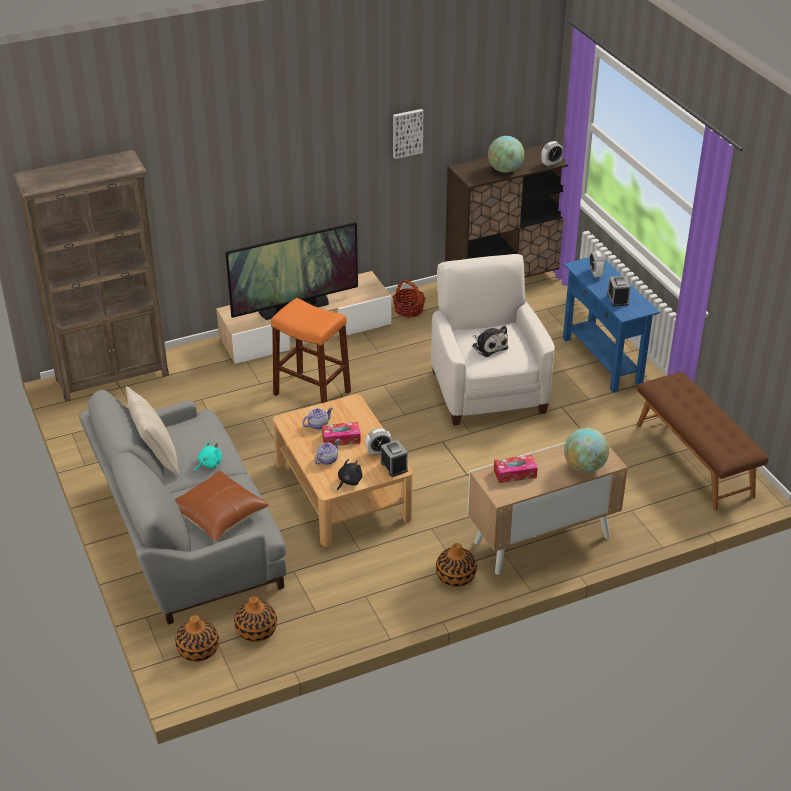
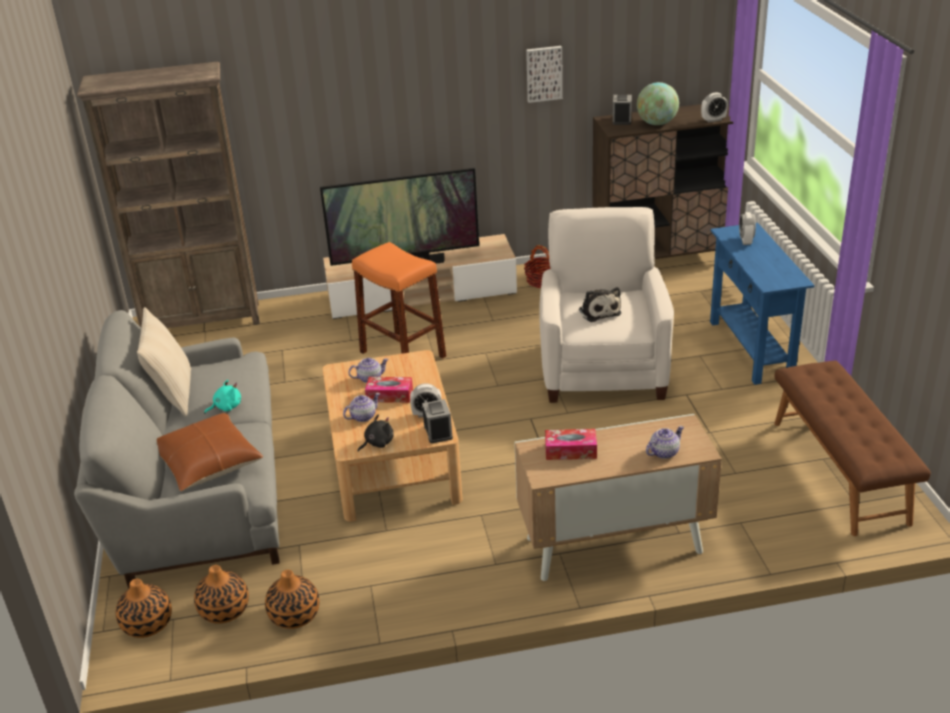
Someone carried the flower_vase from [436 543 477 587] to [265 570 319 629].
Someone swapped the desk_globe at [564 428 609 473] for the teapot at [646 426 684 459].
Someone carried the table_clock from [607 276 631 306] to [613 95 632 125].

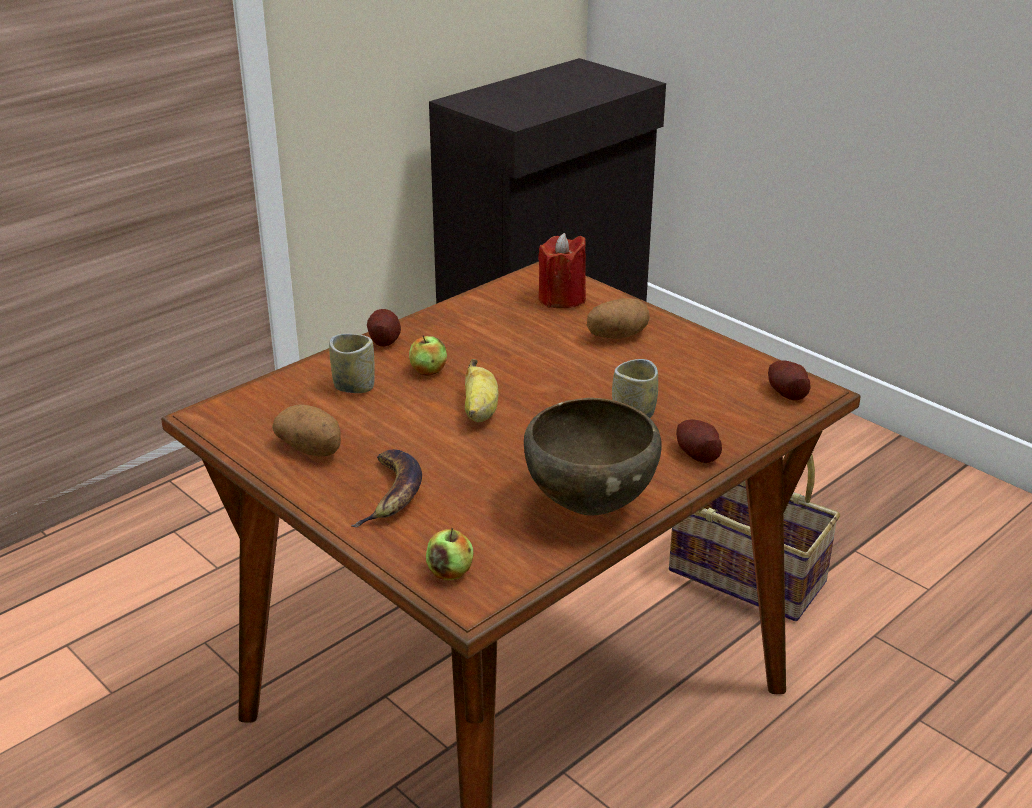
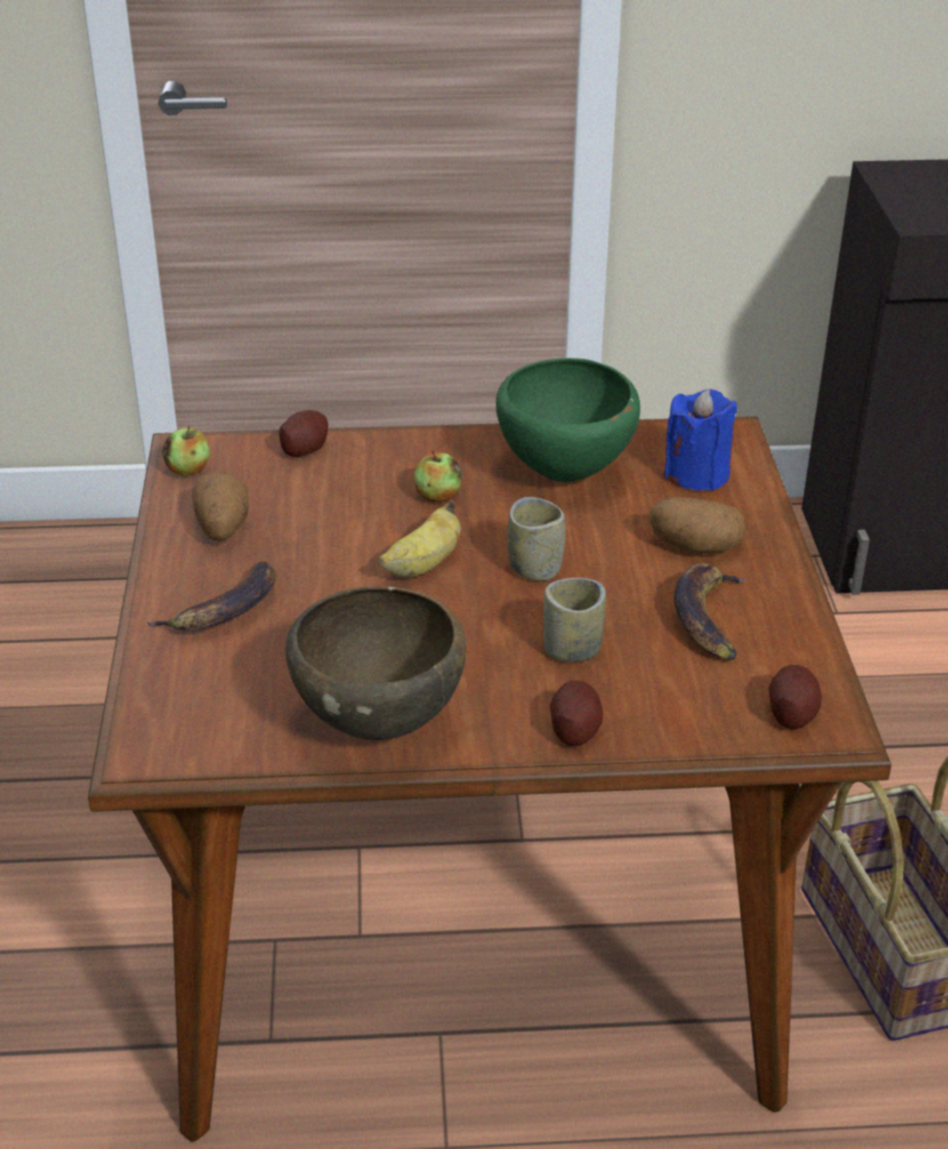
Someone carried the cup from [329 334 375 393] to [507 497 566 582].
Someone carried the potato from [367 309 401 347] to [279 410 328 457].
Someone carried the apple_fruit from [426 528 474 580] to [162 426 210 477].
Someone repainted the reddish_wax_candle at [538 233 586 308], which became the blue_wax_candle at [663 389 737 491].
Someone put down the greenish_serving_bowl at [496 358 640 482].
Someone put down the whole_banana at [674 563 747 661].

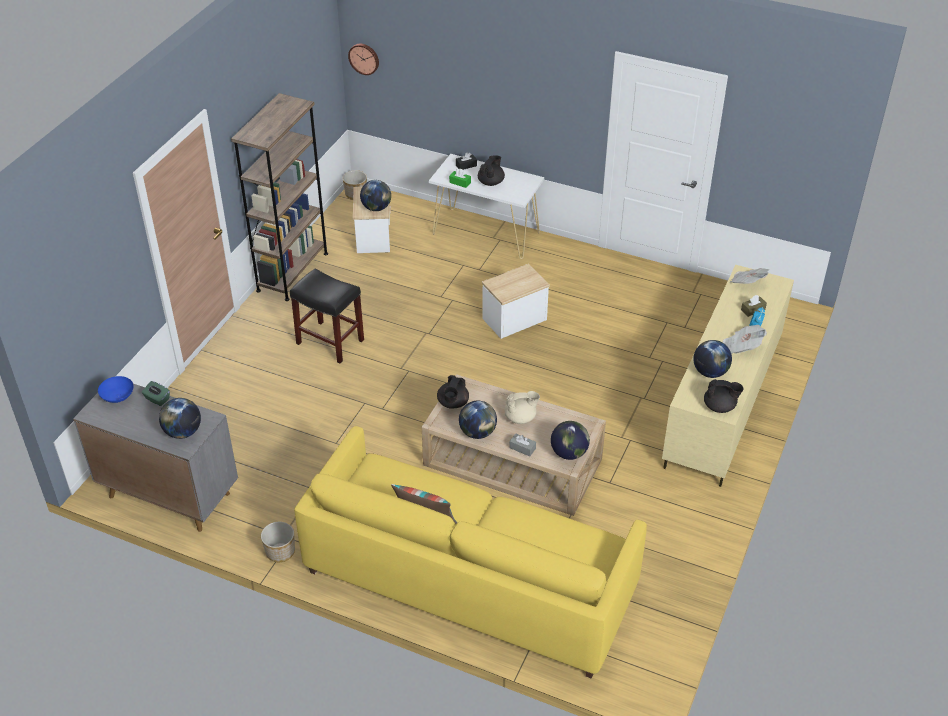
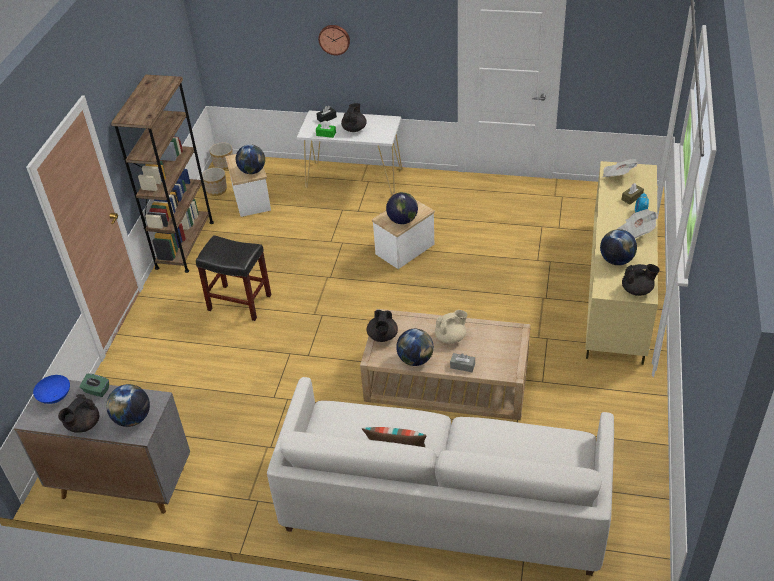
Someone carried the plant_pot from [261 522 295 562] to [202 167 227 196].
Someone repainted the yellow-coloured_sofa at [294 426 647 679], which became the whitish_sofa at [267 377 614 576].
Someone carried the wall_clock from [348 44 379 75] to [318 25 350 55].
Someone carried the desk_globe from [551 421 590 460] to [386 192 418 224].
Someone put down the black-coloured_teapot at [58 394 99 433].

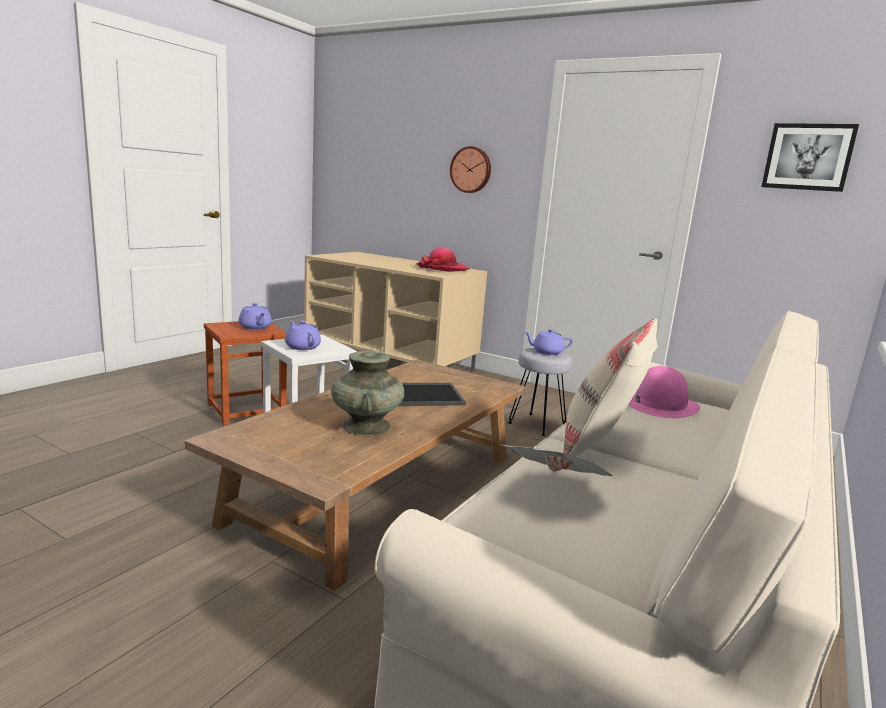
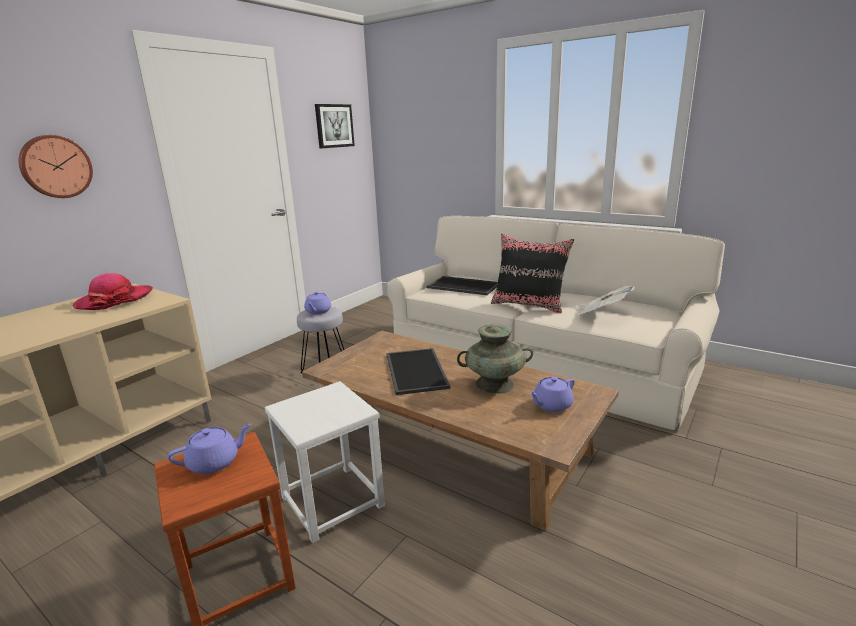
Someone carried the purple-coloured_teapot from [285 320 321 350] to [529 377 575 412].
Someone repainted the sand-coloured_pillow at [563 318 658 457], which became the black-coloured_pillow at [491 234 574 313].
Someone swapped the pinkish_hat at [628 366 700 418] for the tray at [427 276 498 295].

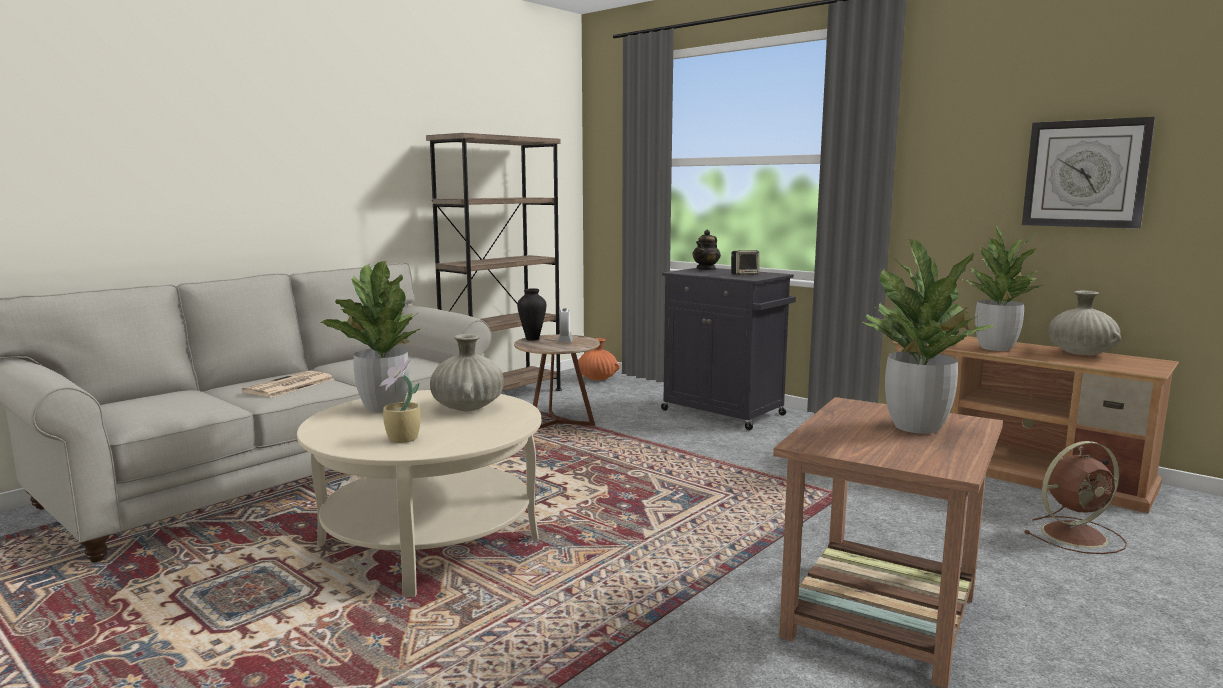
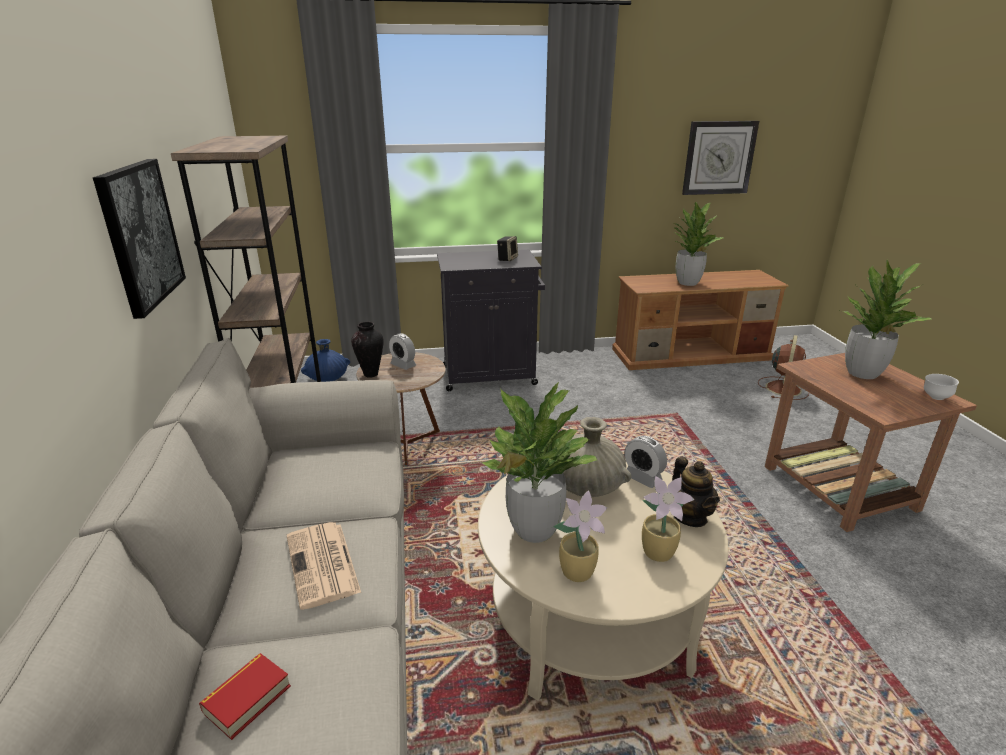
Someone repainted the orange-coloured_flower_vase at [578 338 620 380], which became the blue_flower_vase at [301 339 350 382].
Someone carried the teapot from [693 230 721 270] to [672 457 720 527].
Someone took away the sand-coloured_flower_vase at [1048 291 1121 355].
Someone put up the wall_art at [93 159 186 319].
Someone put down the volume at [199 653 291 740].
Someone put down the plant_in_a_pot at [553 490 607 582].
Someone put down the table_clock at [625 436 667 488].
Someone put down the whitish_serving_bowl at [924 374 959 400].

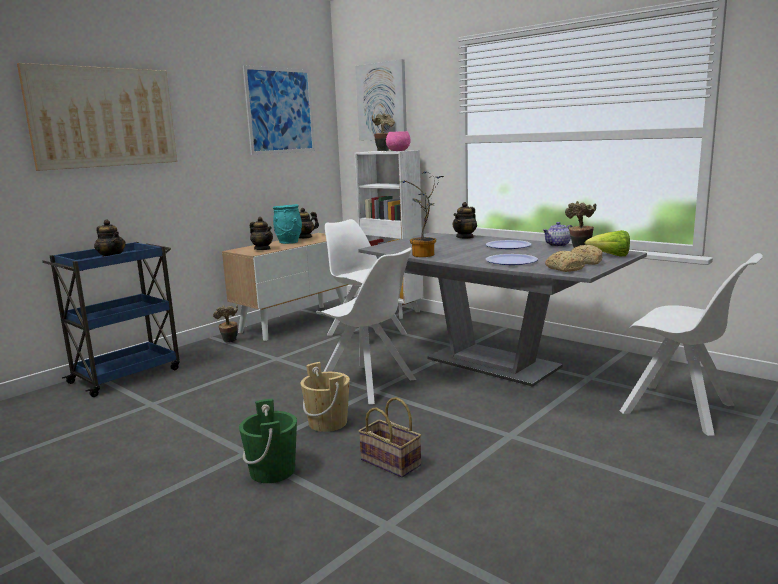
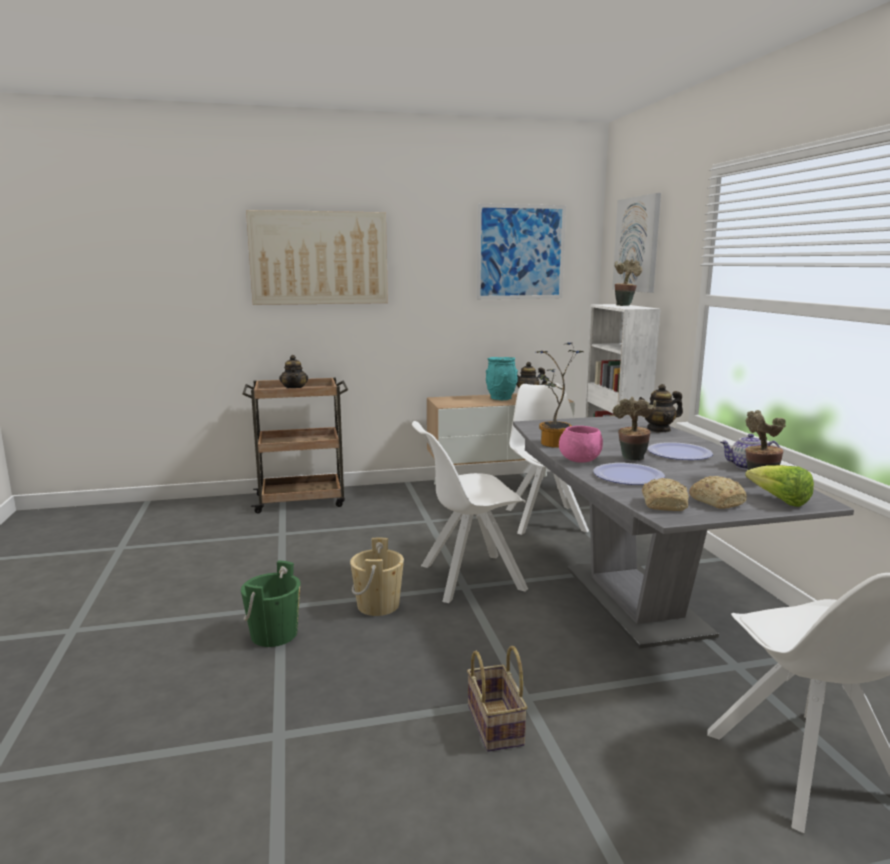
Someone repainted the blue_trolley at [42 242 180 397], which became the brownish_trolley at [242 377 348 513].
Someone carried the plant_in_a_pot from [213 305 238 342] to [613 397 656 461].
Someone took away the teapot at [250 217 273 250].
Someone rotated the whitish_plain_chair at [316 248 416 404] by 90 degrees clockwise.
Someone carried the household_basket from [358 397 421 478] to [467 646 528 752].
Someone carried the pinkish_serving_bowl from [386 131 411 151] to [559 426 603 463].

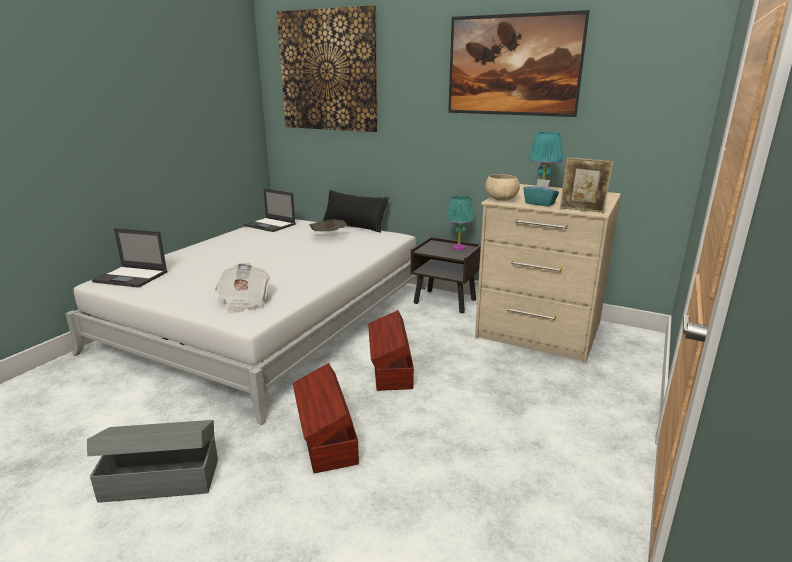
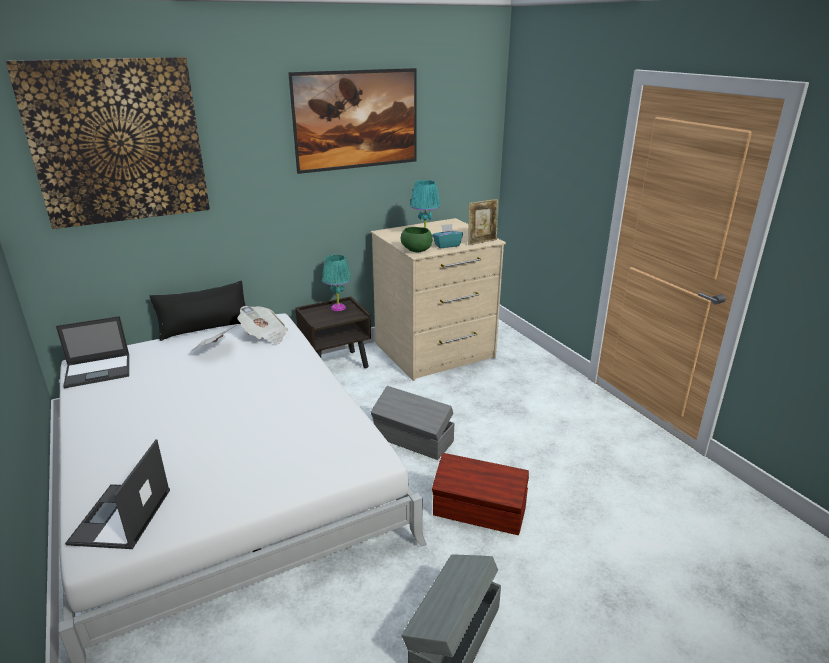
Someone rotated the portable_computer at [92 228 168 288] by 135 degrees clockwise.
Someone carried the printed_paper from [215 263 270 313] to [237 306 288 344].
Someone repainted the brownish_storage_container at [368 310 414 391], which became the gray_storage_container at [371 386 455 460].
Someone repainted the sand-coloured_serving_bowl at [485 174 520 201], which became the greenish_serving_bowl at [401 227 432 253].

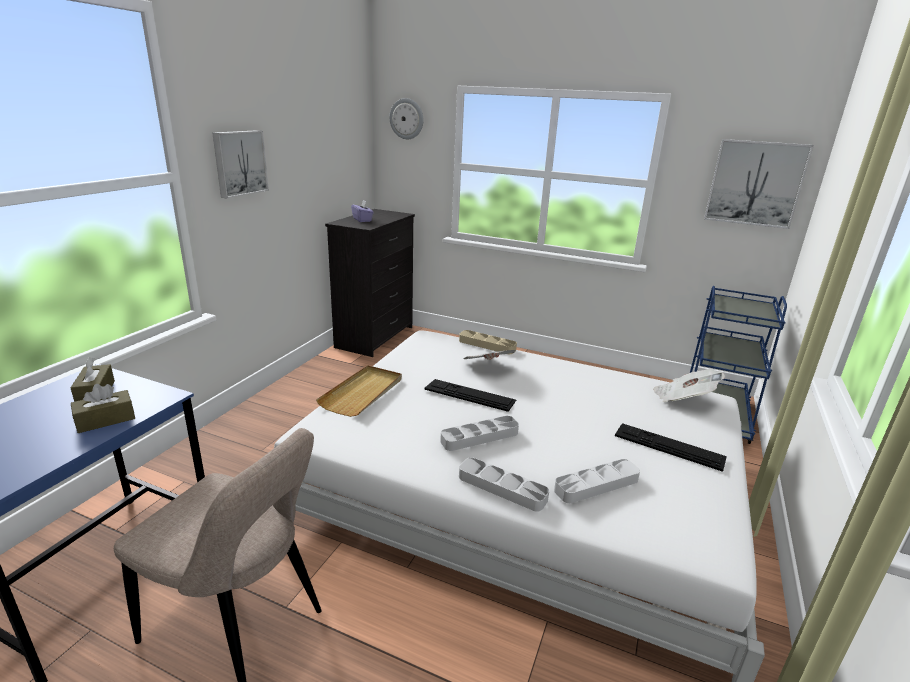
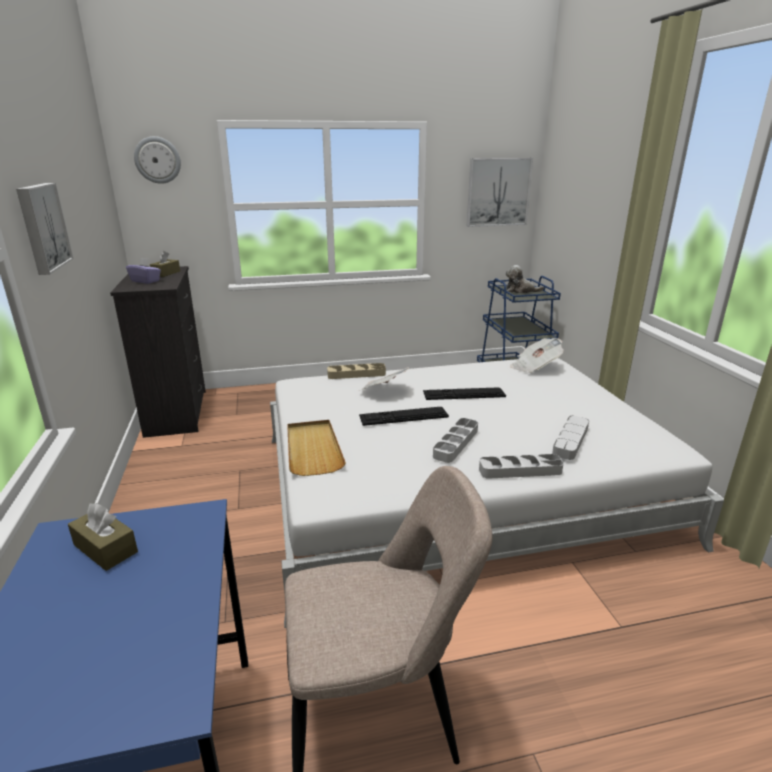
Someone carried the brownish_box_of_tissues from [71 384 135 433] to [150 251 180 277].
Someone carried the keyboard from [615 423 727 472] to [423 387 506 400].
Someone put down the plush_toy at [506 265 544 293].

